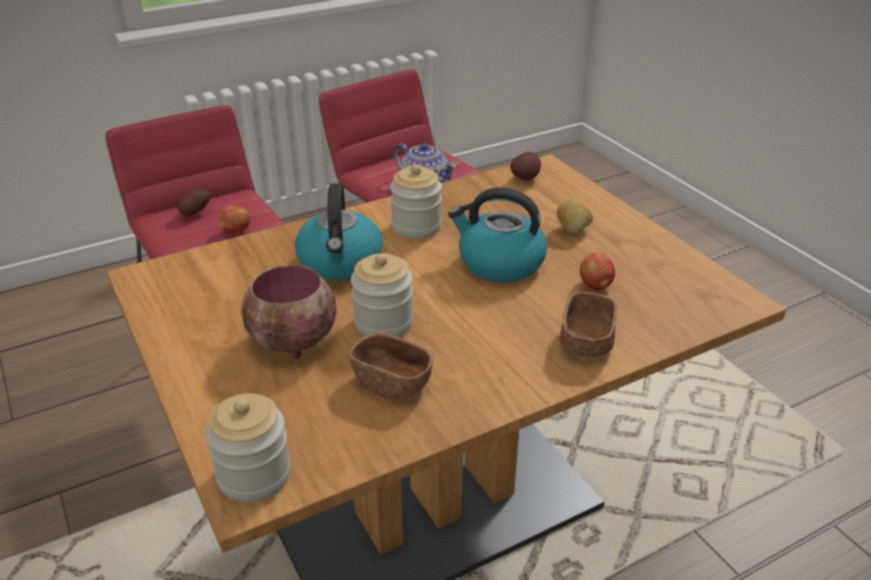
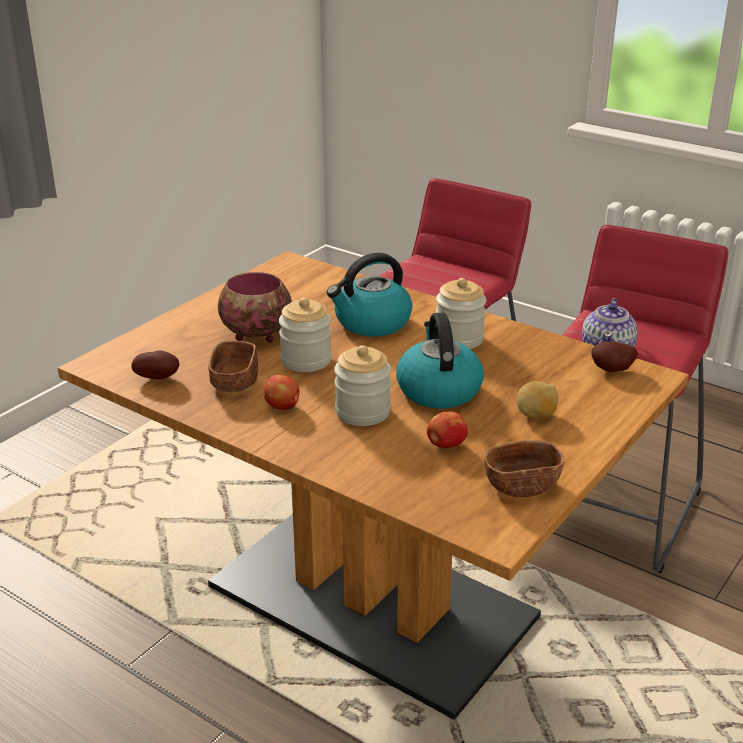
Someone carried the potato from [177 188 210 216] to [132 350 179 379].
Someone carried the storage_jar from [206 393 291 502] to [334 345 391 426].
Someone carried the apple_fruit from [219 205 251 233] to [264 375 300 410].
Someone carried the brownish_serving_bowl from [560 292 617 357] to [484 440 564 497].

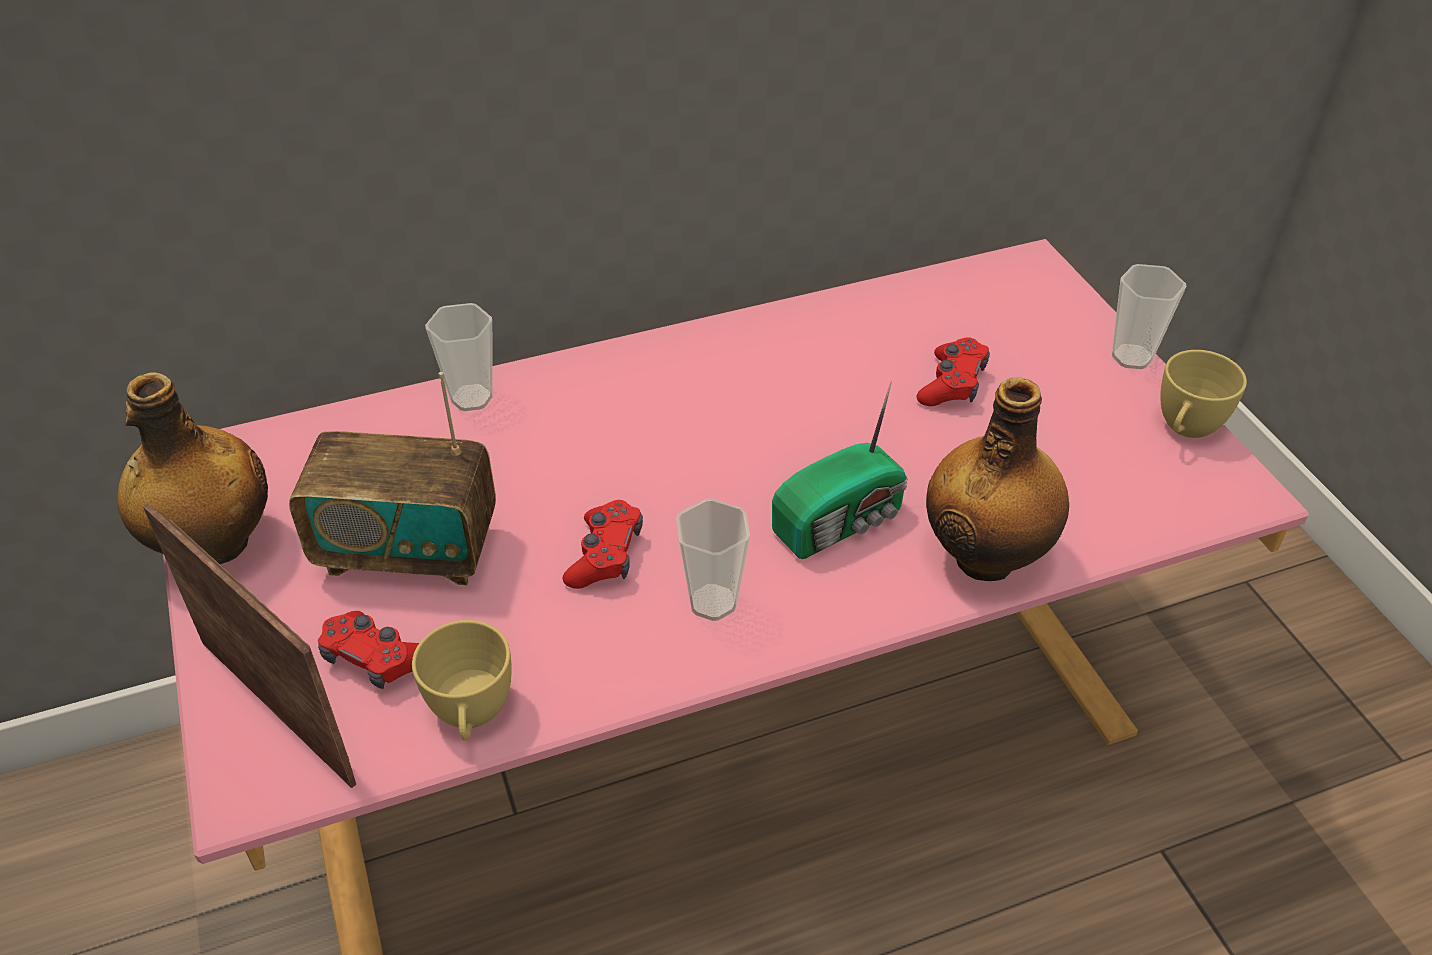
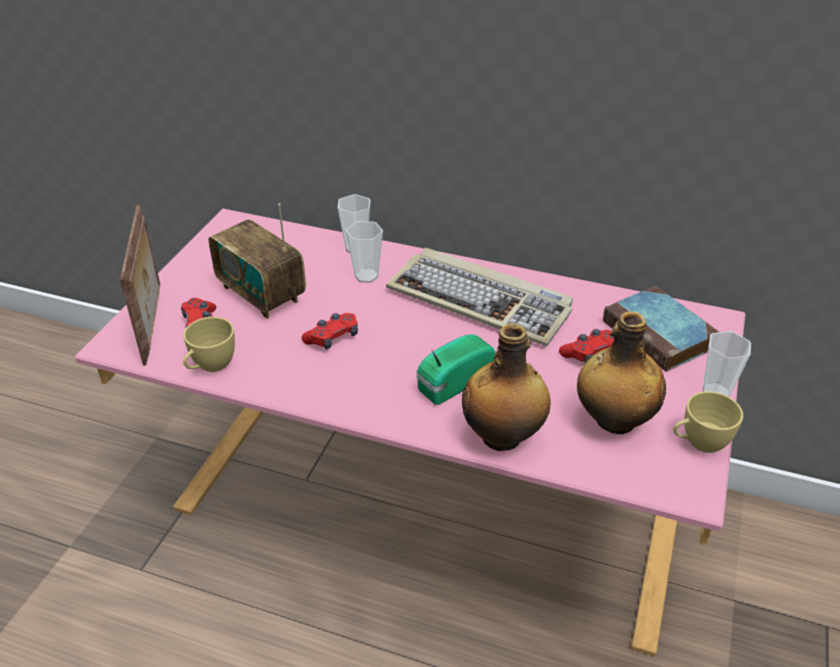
Someone carried the bottle from [117 372 268 564] to [577 311 666 434].
Someone carried the cup from [676 498 750 621] to [346 221 383 283].
Someone rotated the radio_set at [772 382 908 559] by 135 degrees clockwise.
Someone put down the keyboard at [386 248 573 346].
Someone put down the volume at [603 286 719 372].

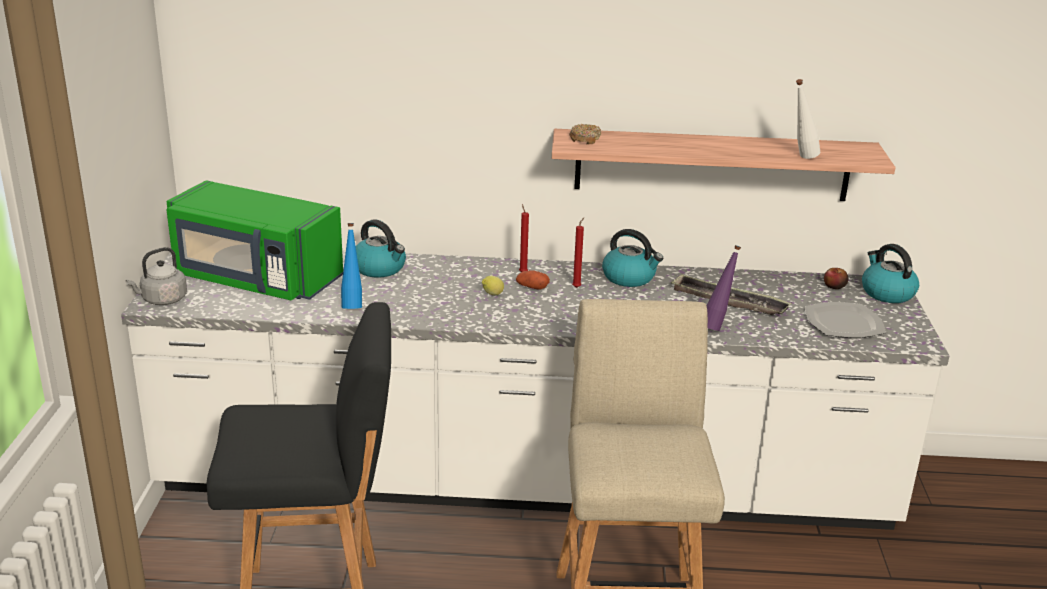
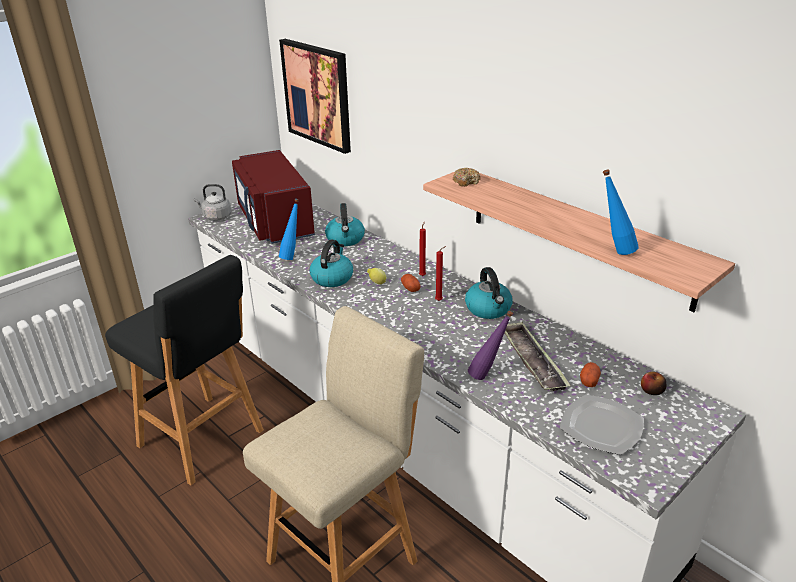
Someone repainted the greenish_microwave at [166 180 343 301], which became the reddish_microwave at [232 150 315 244].
Someone repainted the whitish_bottle at [796 79 820 159], which became the blue_bottle at [603 170 639 255].
Someone carried the tea_kettle from [862 244 919 303] to [310 240 353 287].
Someone put up the wall_art at [279 39 351 154].
Someone put down the potato at [580 362 601 387].

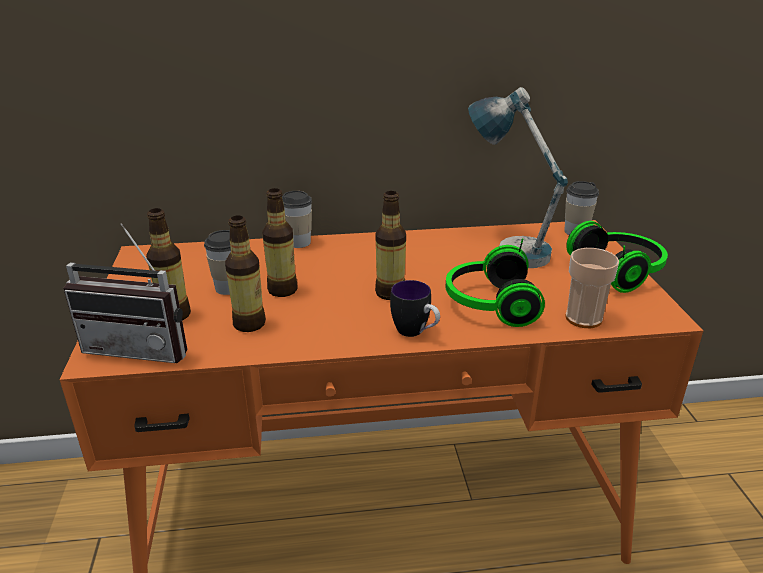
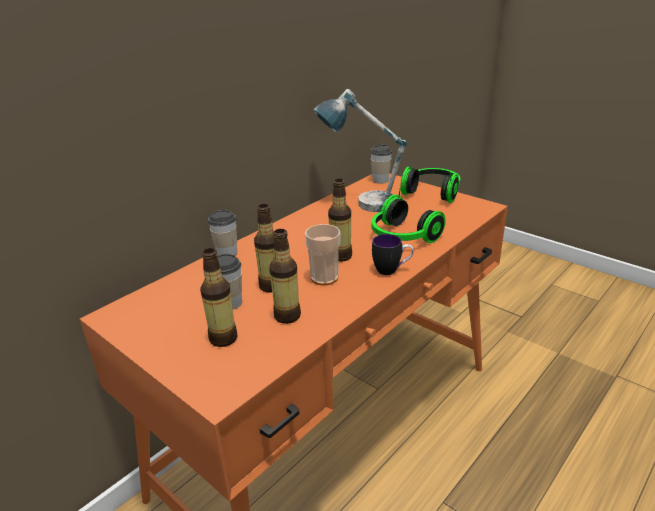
Someone took away the radio_set at [63 223 187 363].
Someone carried the cup from [565 248 619 328] to [305 224 340 286].

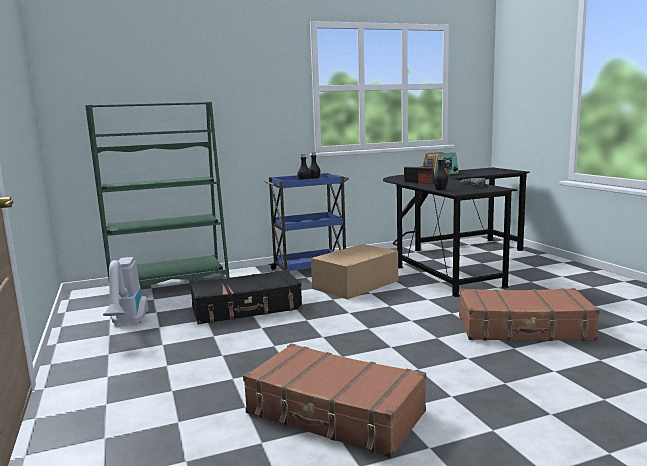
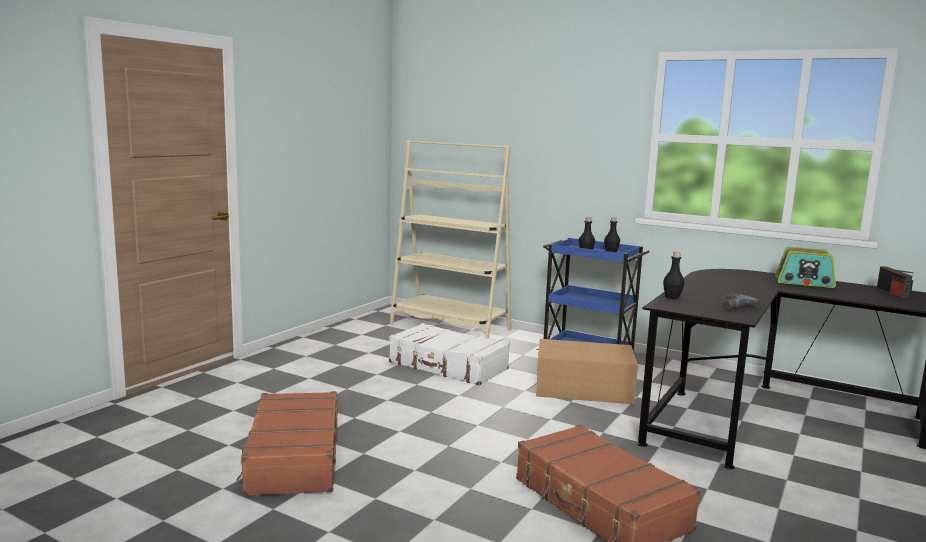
Someone repainted the greenish_bookcase at [85 102 230 286], which became the sand-coloured_bookcase at [390 140 512 338].
Someone took away the vacuum at [103 257 148 325].
Someone repainted the black-coloured_piece_of_luggage at [190 269 302 324], which became the whitish_piece_of_luggage at [389 323 510 385].
Someone carried the radio_set from [404 165 434 184] to [877 266 914 298].

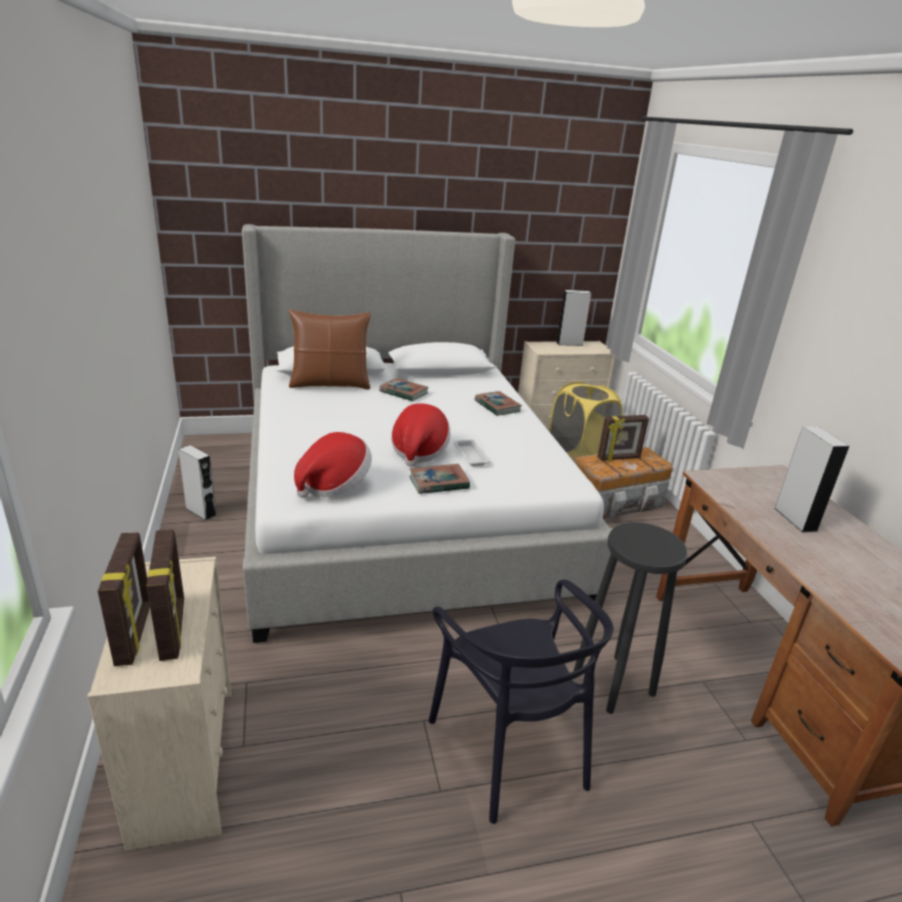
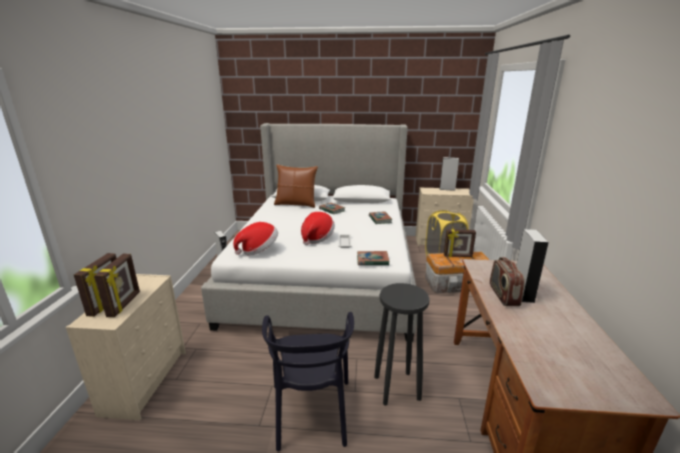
Someone carried the volume from [409 464 470 494] to [357 251 389 265].
Someone put down the radio_set at [490 257 525 306].

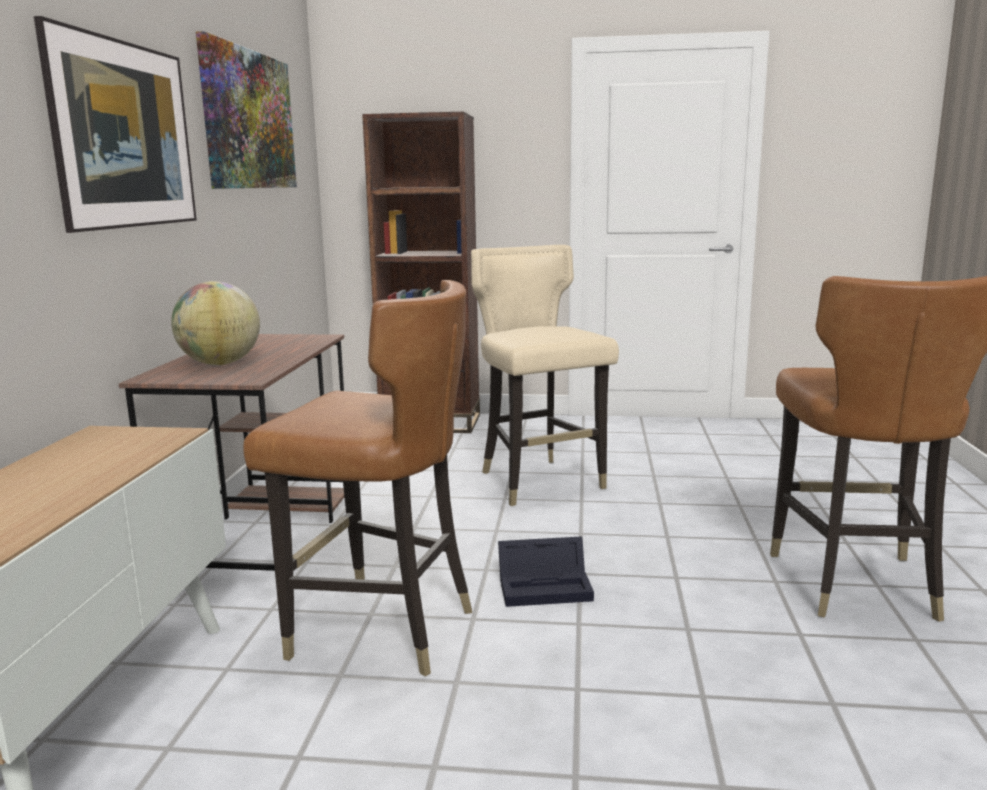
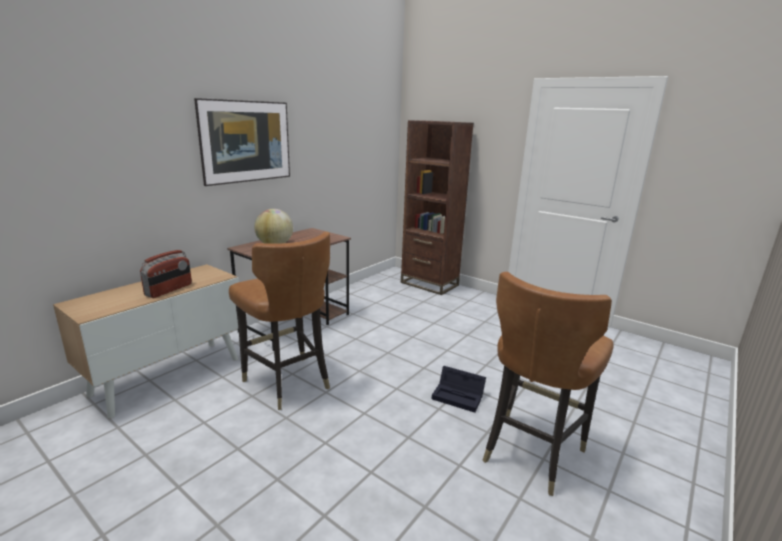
Someone took away the wall_art at [196 31 297 189].
Someone took away the sand-coloured_plain_chair at [471 245 619 506].
Someone carried the black-coloured_storage_container from [498 537 594 607] to [432 366 486 413].
Someone put down the radio_set at [140 250 192 298].

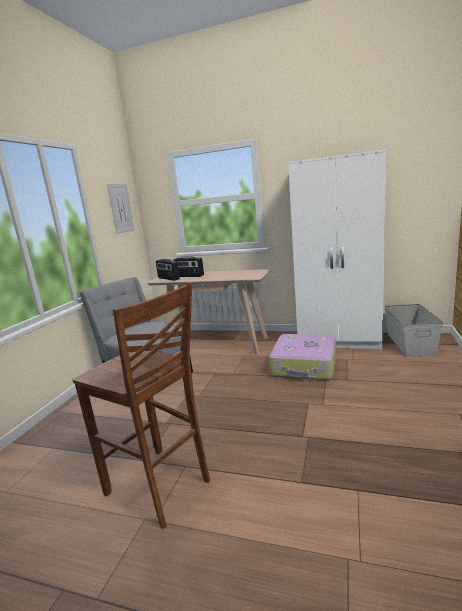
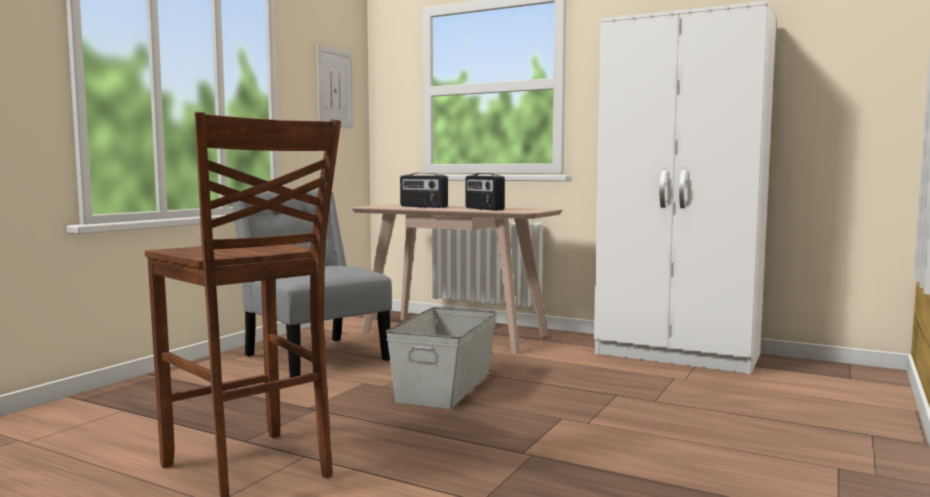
Someone carried the radio_set from [156 259 180 281] to [466 173 505 211].
Someone took away the piece_of_luggage at [269 334 336 380].
Someone carried the gray_storage_container from [385 304 443 357] to [386 307 497 409].

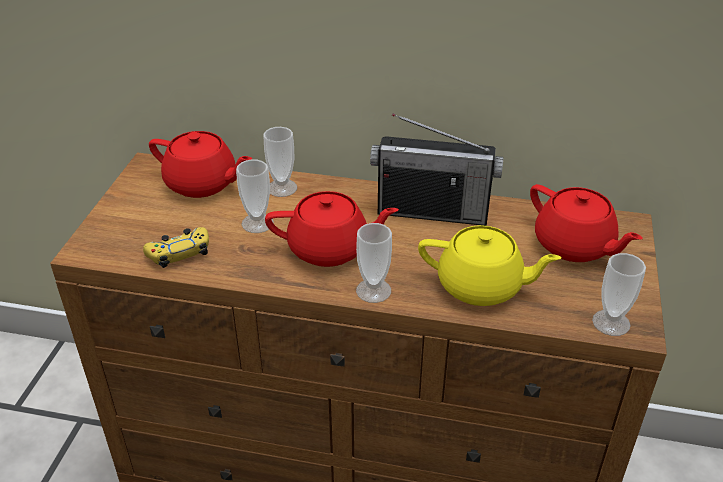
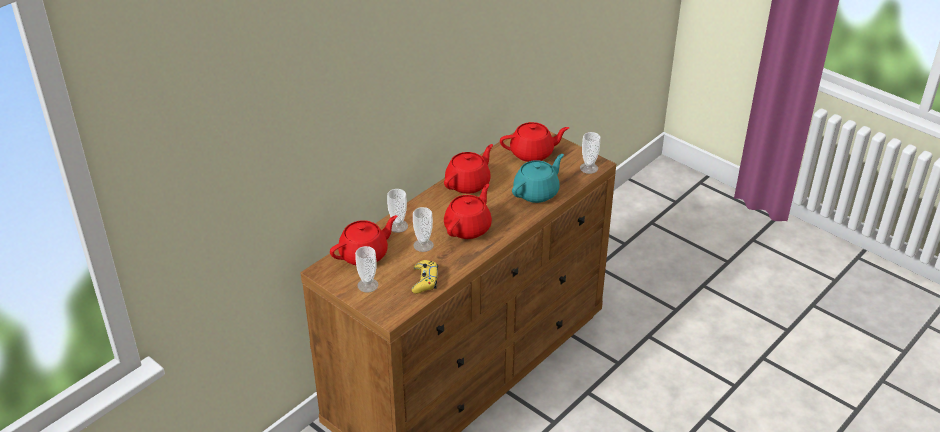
Someone carried the cup from [356 223 392 303] to [355 246 378 293].
Someone swapped the radio_set at [370 113 503 226] for the reddish_teapot at [444 144 493 194].
Someone repainted the yellow-coloured_teapot at [418 225 561 306], which became the blue-green_teapot at [512 154 564 203].

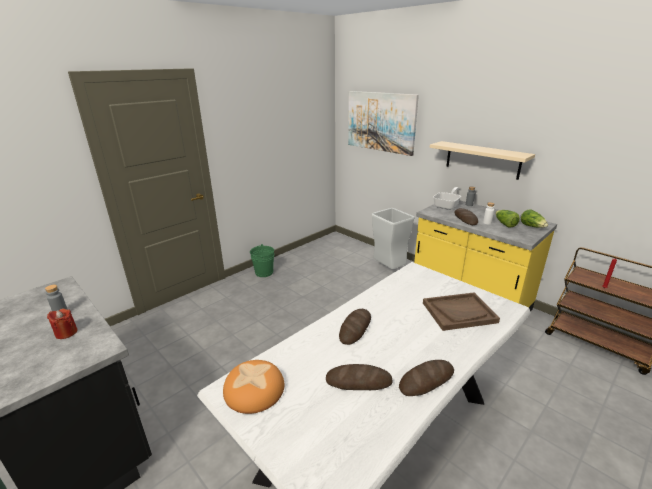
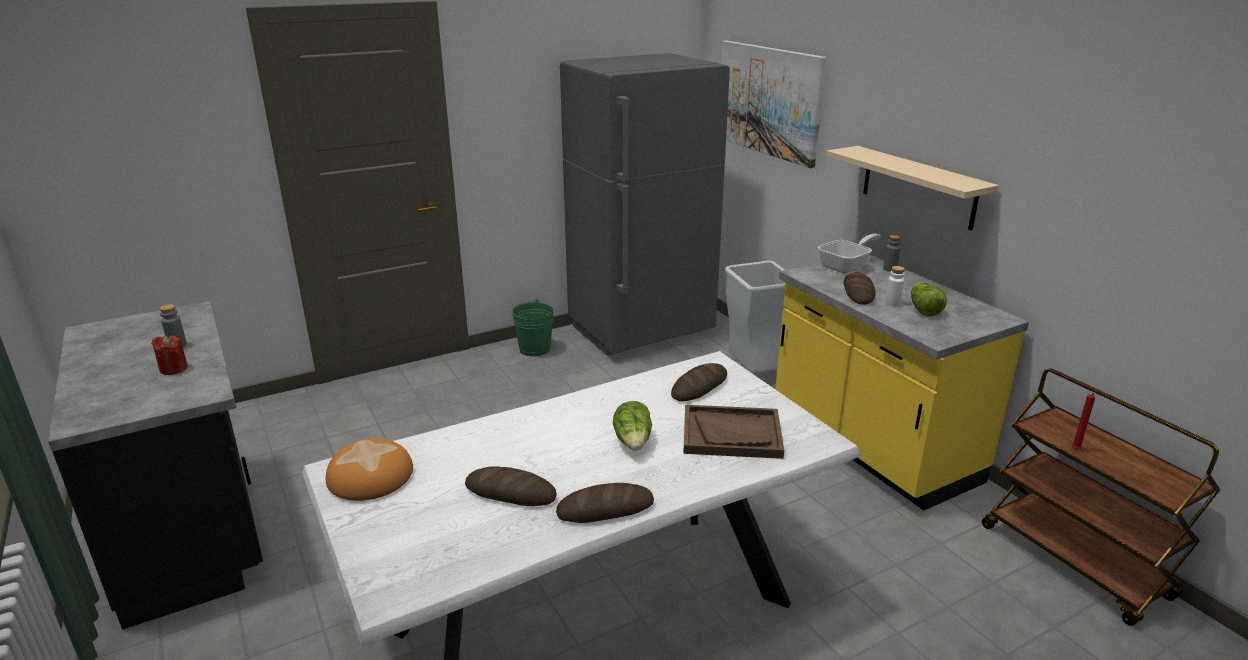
Someone carried the baked_bread from [339 309 371 345] to [671 363 727 402].
Someone carried the lettuce from [521 209 548 228] to [613 401 652 451].
Someone put down the gray_refrigerator at [560 53 730 355].

